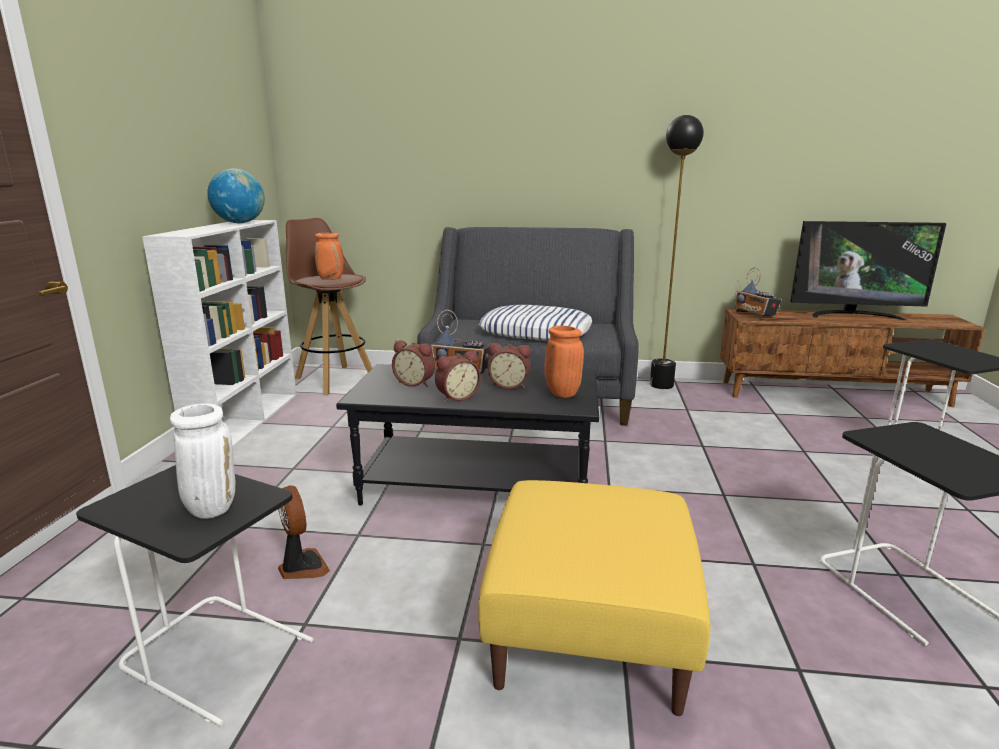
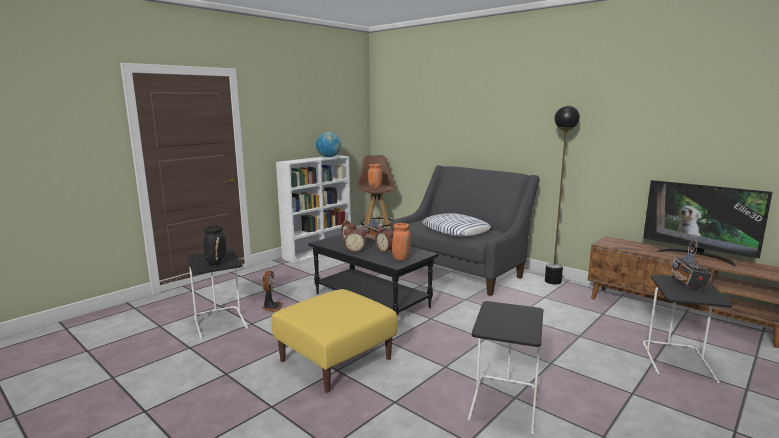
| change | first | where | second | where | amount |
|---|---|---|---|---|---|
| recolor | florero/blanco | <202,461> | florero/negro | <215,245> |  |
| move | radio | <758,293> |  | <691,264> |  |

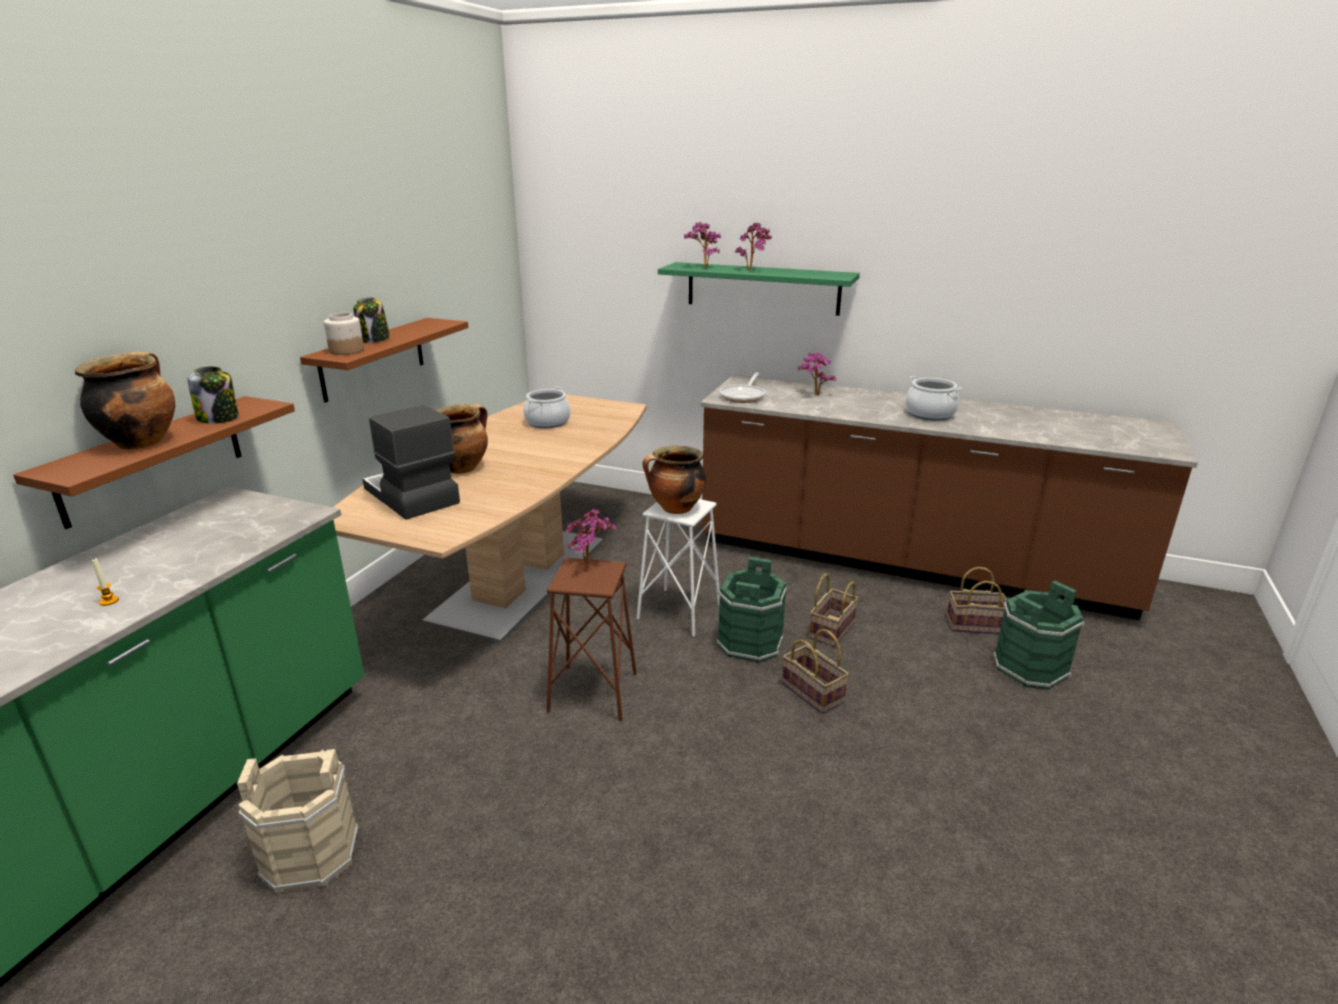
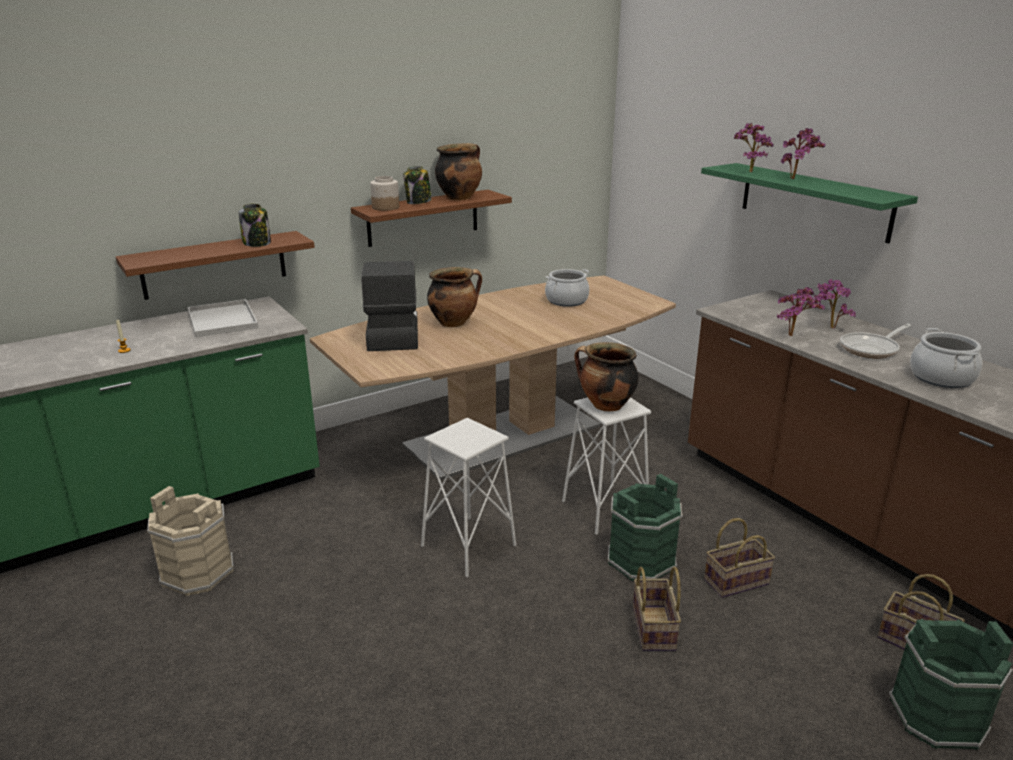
| change | first | where | second | where | amount |
|---|---|---|---|---|---|
| move | olla | <125,400> |  | <458,171> |  |
| recolor | taburete/marrón | <592,639> | taburete/blanco | <468,497> |  |
| move | planta en maceta | <591,536> |  | <801,311> |  |
| move | sartén | <742,387> |  | <875,341> |  |
| insert |  |  | bandeja/blanco | <223,318> |  |

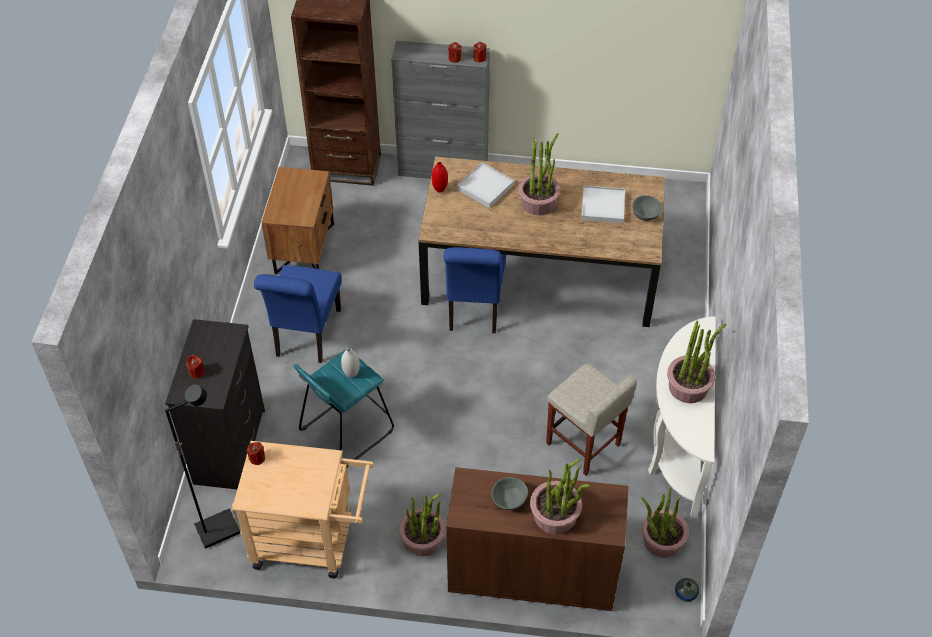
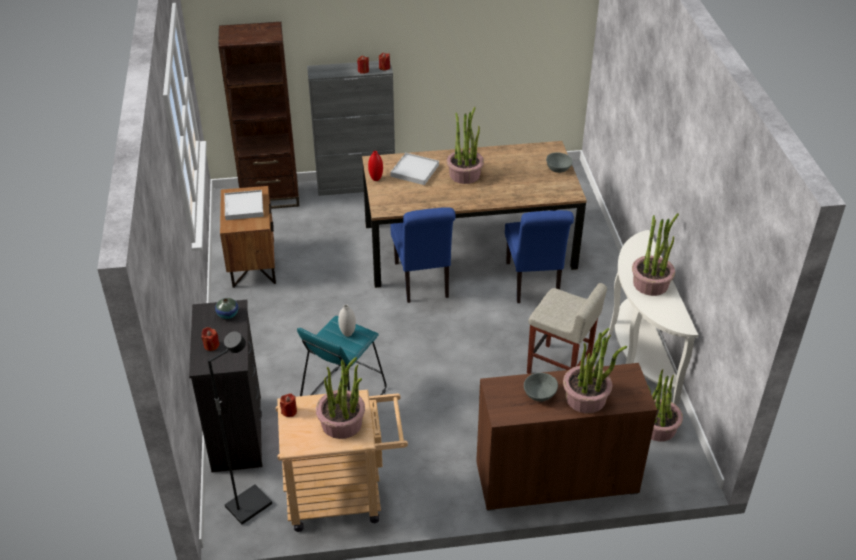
| change | first | where | second | where | amount |
|---|---|---|---|---|---|
| move | silla/azul | <298,314> |  | <539,256> |  |
| move | planta en maceta | <422,525> |  | <340,398> |  |
| move | bandeja/blanco | <603,204> |  | <244,205> |  |
| move | florero | <687,590> |  | <226,308> |  |

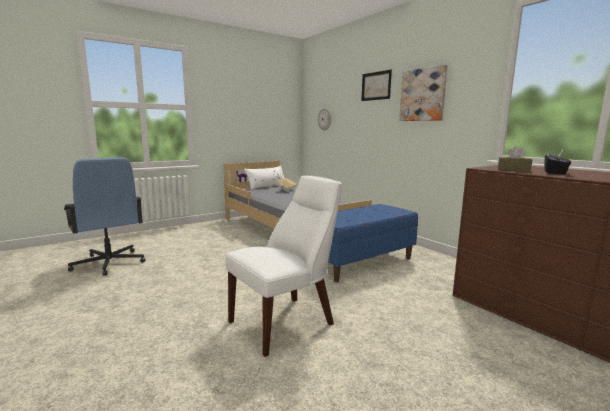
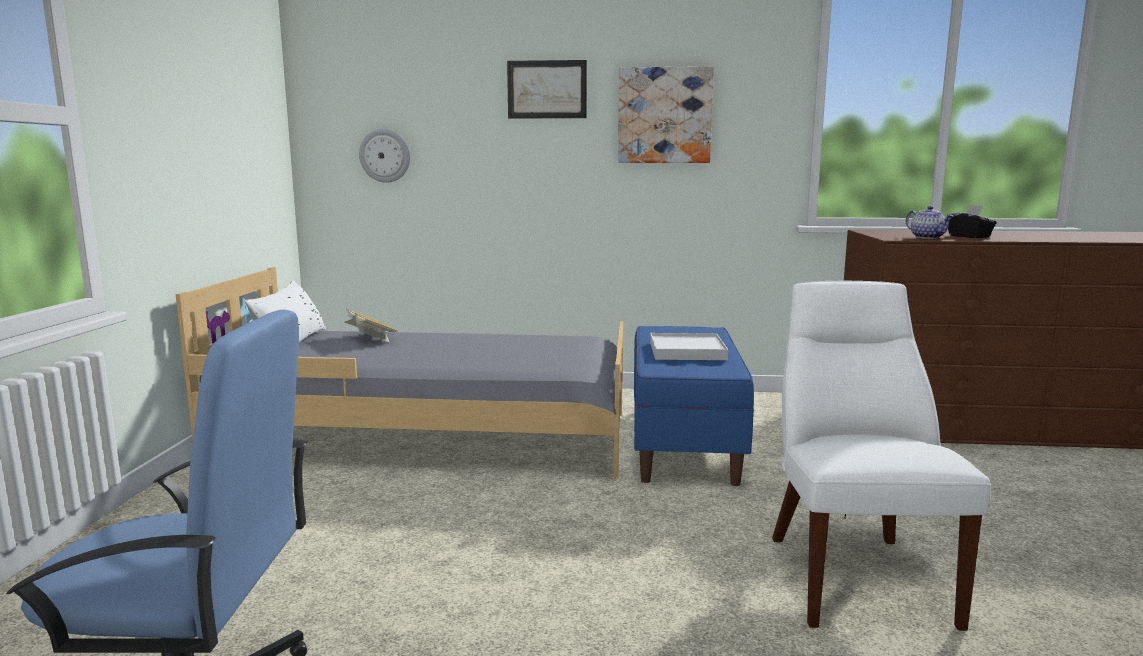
| change | first | where | second | where | amount |
|---|---|---|---|---|---|
| replace | caja de pañuelos/marrón | <515,159> | tetera | <930,222> |  |
| insert |  |  | bandeja/blanco | <689,346> |  |

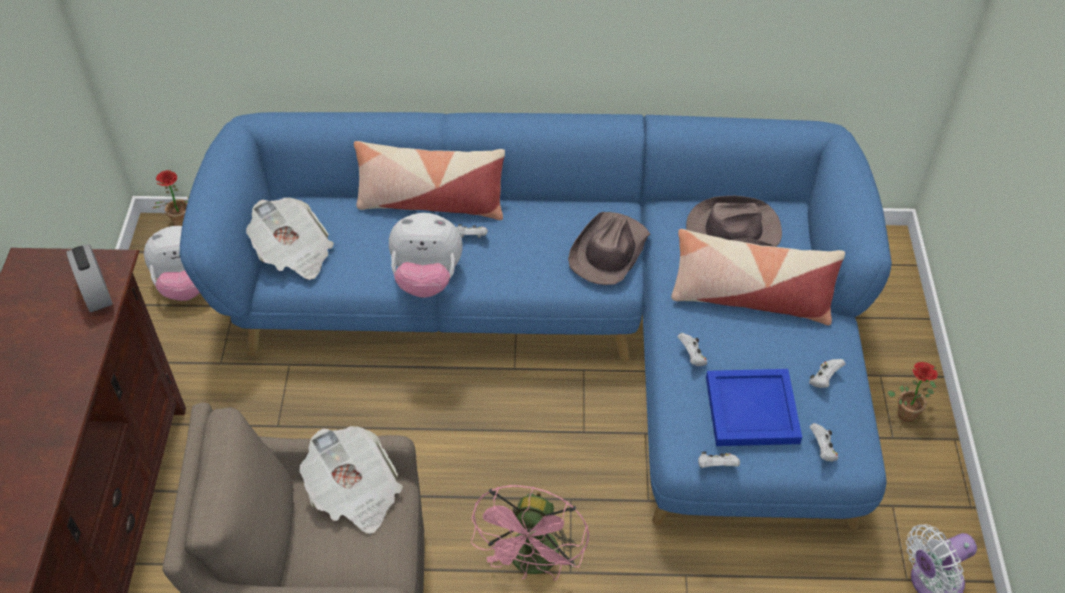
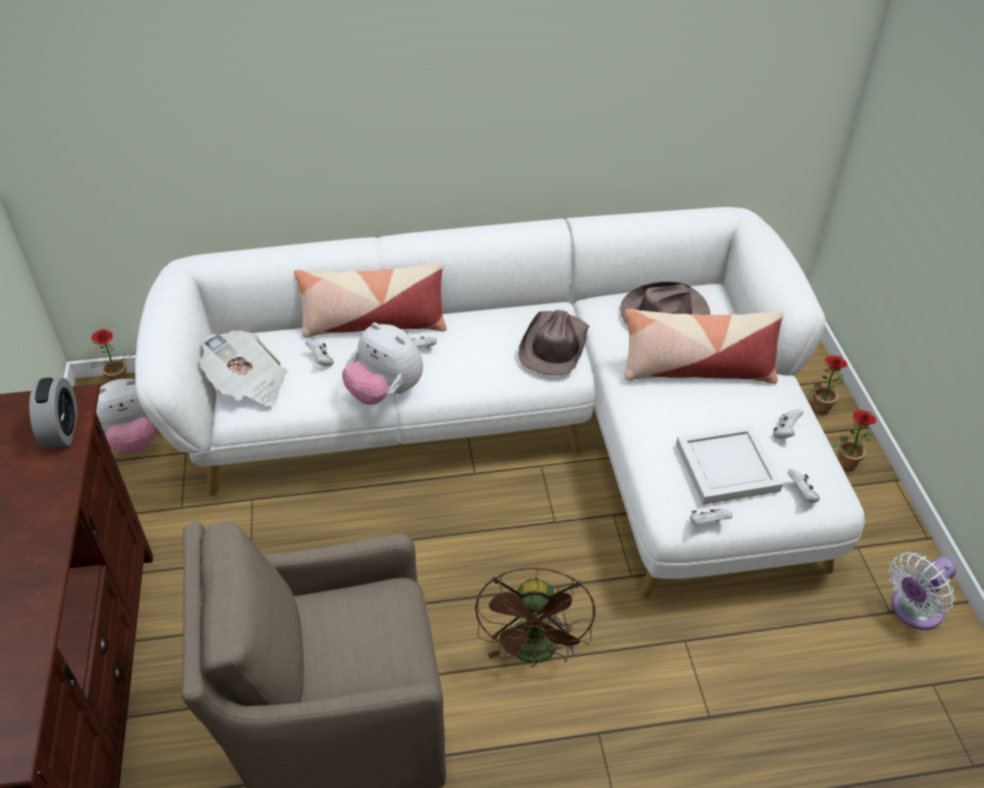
| change | first | where | second | where | amount |
|---|---|---|---|---|---|
| rotate | despertador | <89,278> |  | <53,413> | 150 degrees counterclockwise |
| recolor | sofá/azul | <536,321> | sofá/blanco | <500,402> |  |
| delete | periódico | <351,480> |  |  |  |
| rotate | peluche | <426,255> |  | <382,363> | 45 degrees clockwise |
| recolor | ventilador/rosa | <530,532> | ventilador/marrón | <535,617> |  |
| move | mando de consola/blanco | <692,349> |  | <319,352> |  |
| recolor | bandeja/azul | <754,407> | bandeja/blanco | <729,465> |  |
| insert |  |  | planta en maceta | <826,385> |  |

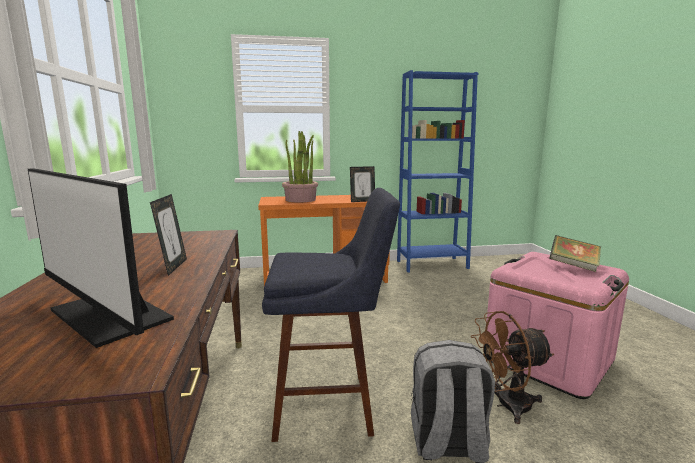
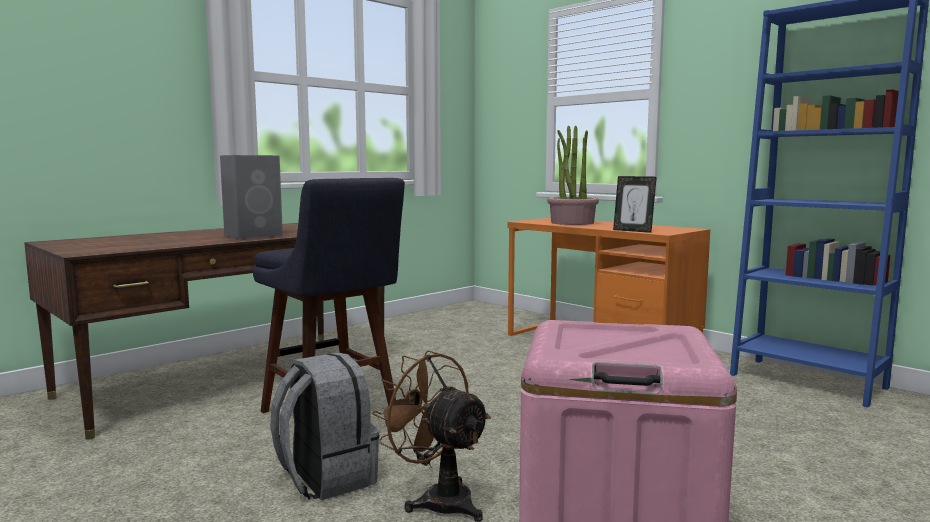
| change | first | where | second | where | amount |
|---|---|---|---|---|---|
| delete | monitor | <101,258> |  |  |  |
| replace | portarretratos | <168,235> | altavoz/gris | <251,197> |  |
| delete | libro | <575,253> |  |  |  |

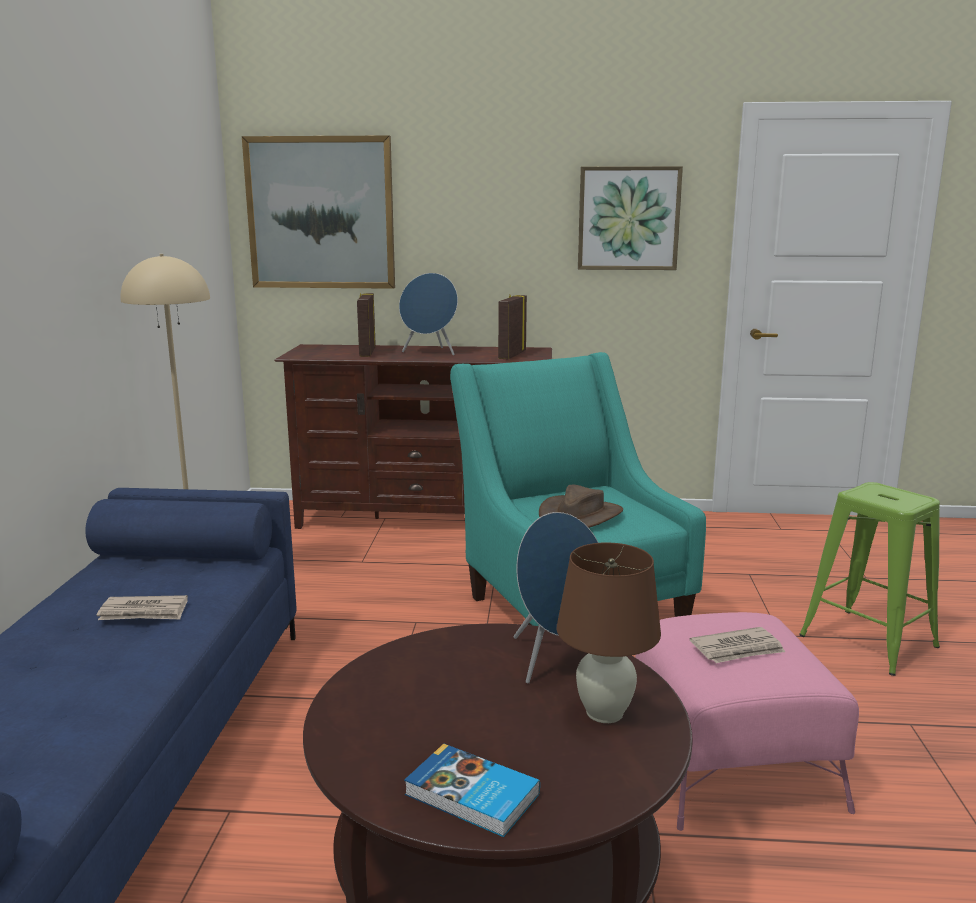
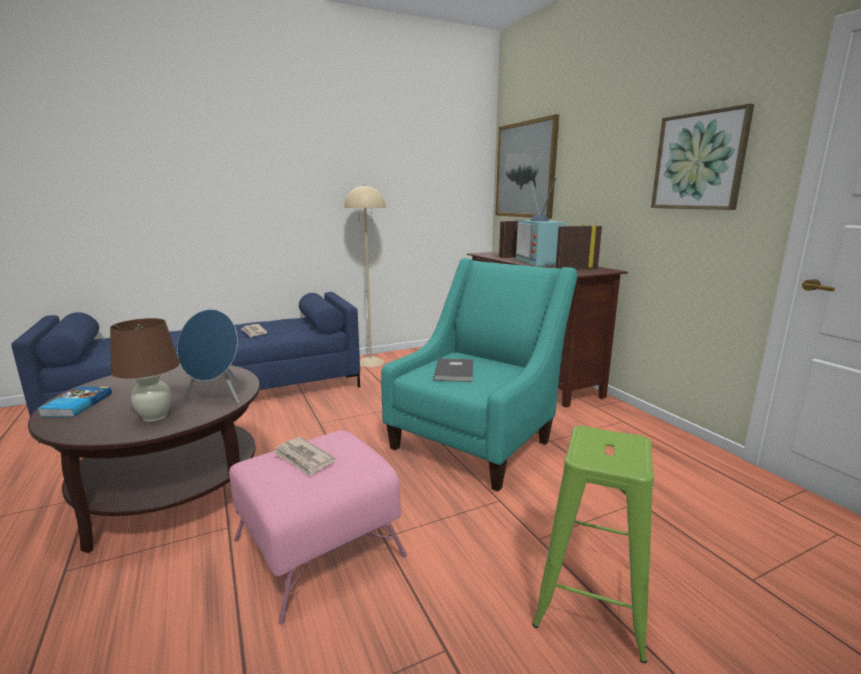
| change | first | where | second | where | amount |
|---|---|---|---|---|---|
| replace | altavoz/azul | <428,314> | televisor | <541,221> |  |
| replace | sombrero/marrón | <581,506> | libro/gris | <453,370> |  |

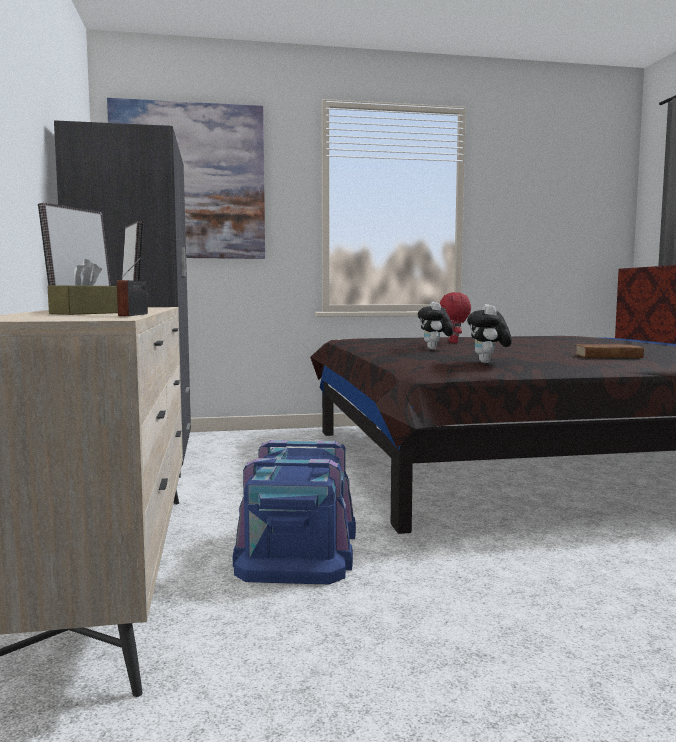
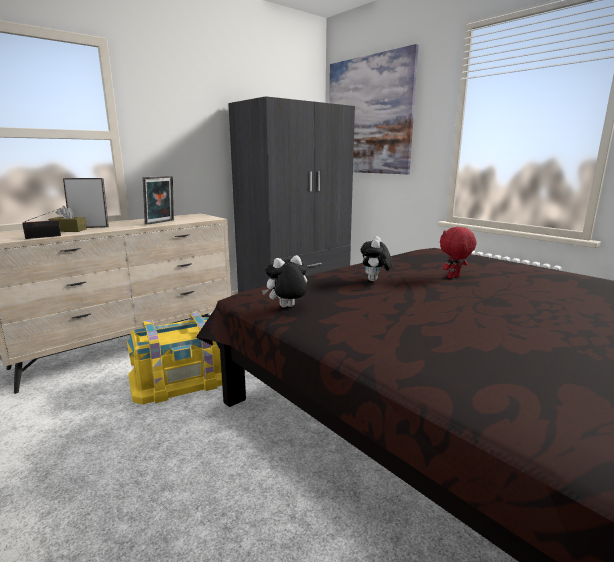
| change | first | where | second | where | amount |
|---|---|---|---|---|---|
| recolor | caja de almacenaje/azul | <294,512> | caja de almacenaje/amarillo | <174,358> |  |
| rotate | peluche | <435,326> |  | <376,258> | 45 degrees counterclockwise |
| delete | libro/marrón | <612,351> |  |  |  |

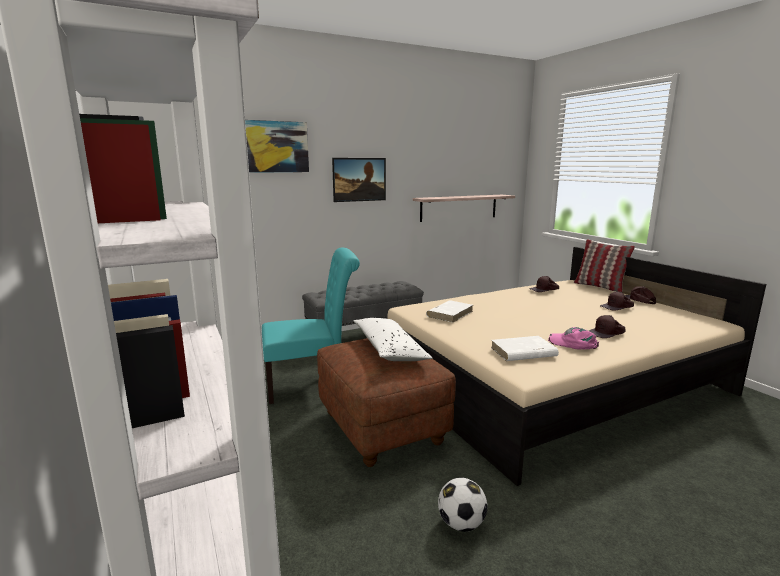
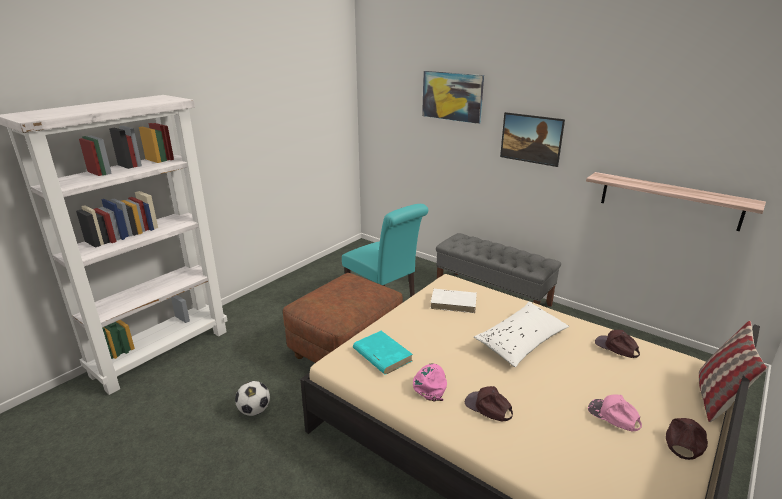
| change | first | where | second | where | amount |
|---|---|---|---|---|---|
| move | cojín/blanco | <393,339> |  | <521,334> |  |
| recolor | libro/blanco | <525,348> | libro/turquesa | <383,353> |  |
| recolor | gorra/marrón | <617,301> | gorra/rosa | <615,413> |  |

